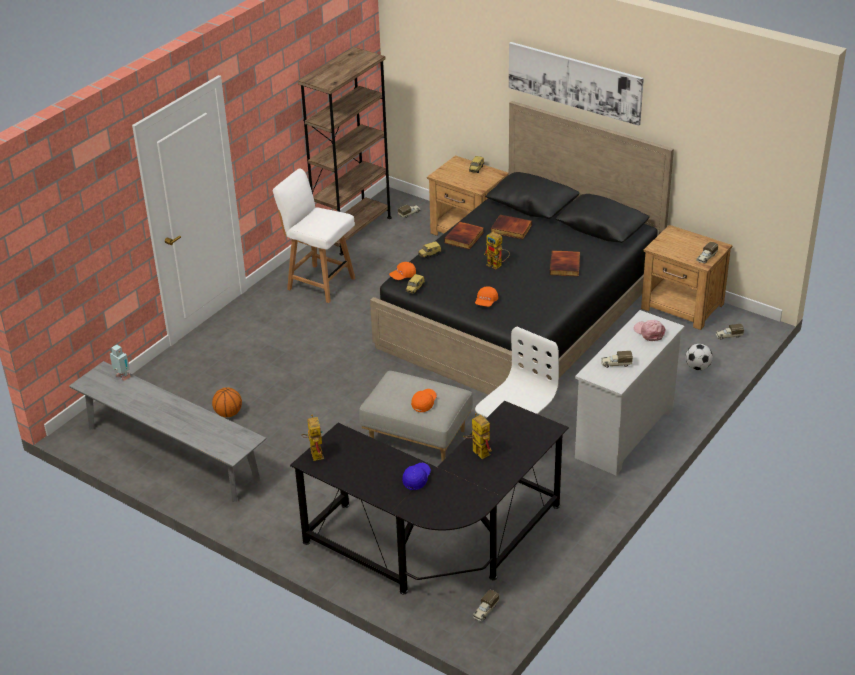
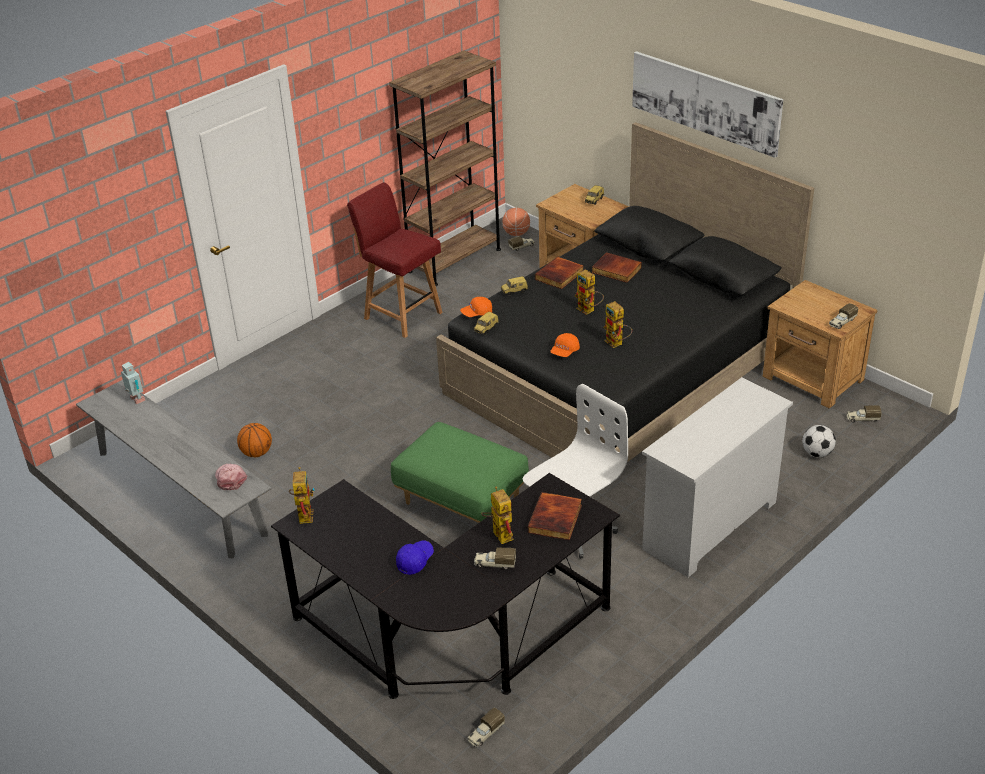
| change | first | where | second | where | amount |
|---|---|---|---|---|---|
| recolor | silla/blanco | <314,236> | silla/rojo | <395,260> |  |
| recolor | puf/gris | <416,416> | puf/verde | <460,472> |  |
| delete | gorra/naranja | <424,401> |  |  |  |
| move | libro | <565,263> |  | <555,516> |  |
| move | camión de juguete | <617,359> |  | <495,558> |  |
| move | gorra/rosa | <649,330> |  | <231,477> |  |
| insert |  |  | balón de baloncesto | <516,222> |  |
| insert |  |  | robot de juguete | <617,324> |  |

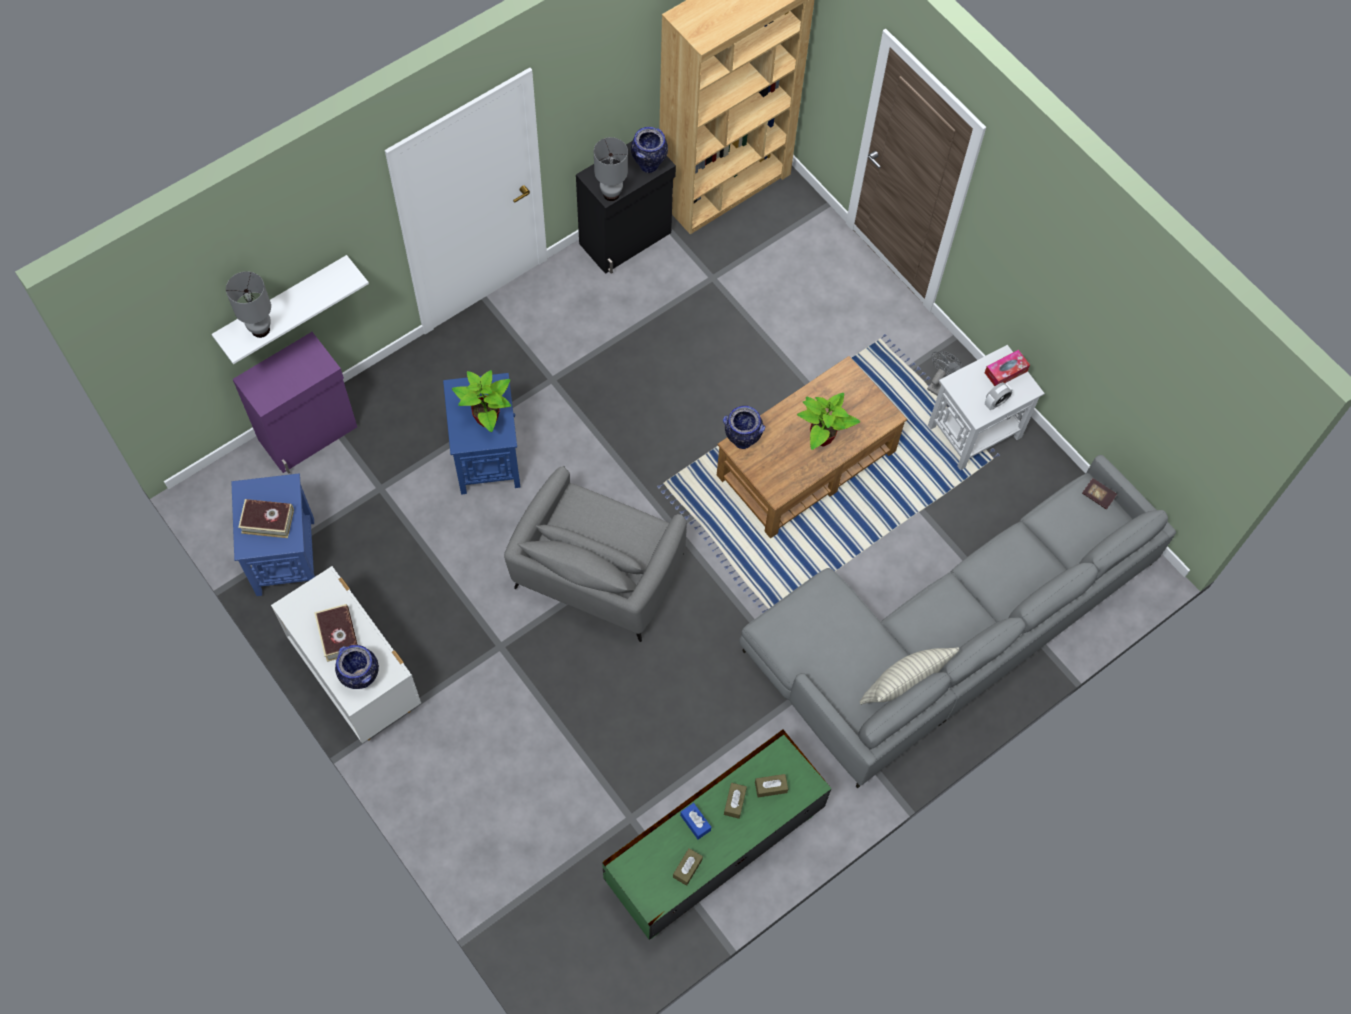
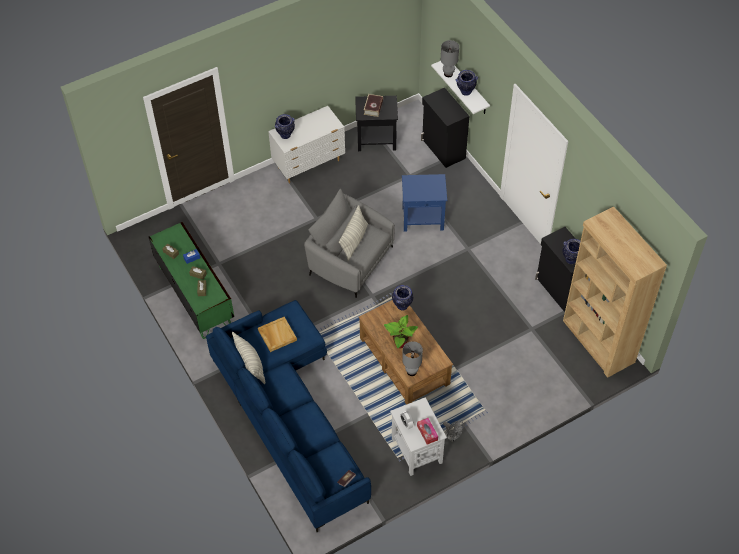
| change | first | where | second | where | amount |
|---|---|---|---|---|---|
| recolor | mesa auxiliar/azul | <273,534> | mesa auxiliar/negro | <376,123> |  |
| recolor | armario/morado | <295,403> | armario/negro | <445,128> |  |
| delete | libro | <336,633> |  |  |  |
| delete | planta en maceta | <481,401> |  |  |  |
| move | lámpara de mesa/gris | <611,169> |  | <412,358> |  |
| recolor | sofá/gris | <957,622> | sofá/azul | <288,416> |  |
| insert |  |  | bandeja/beis | <277,334> |  |
| insert |  |  | cojín | <353,233> |  |
| insert |  |  | florero | <467,83> |  |

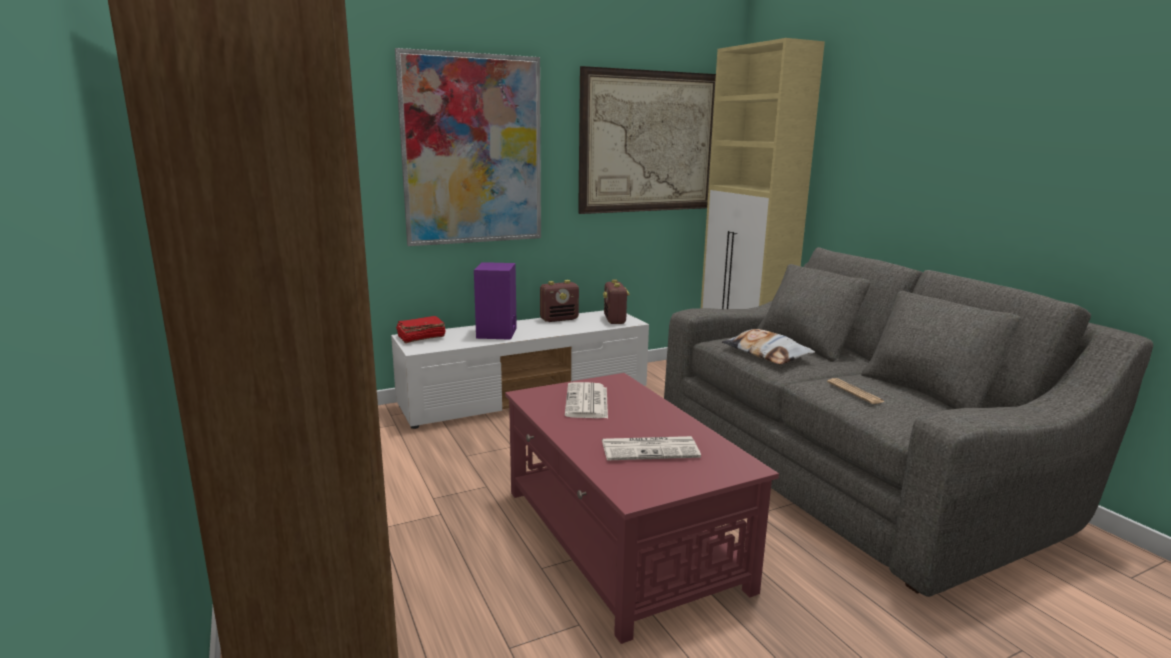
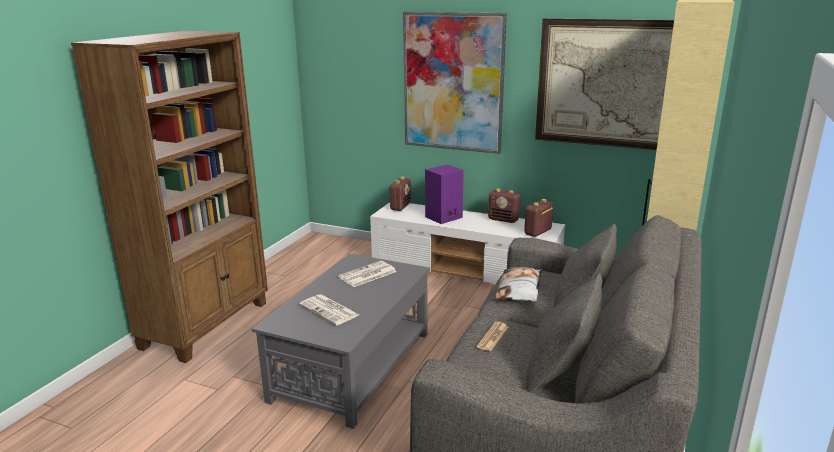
| change | first | where | second | where | amount |
|---|---|---|---|---|---|
| replace | libro/rojo | <421,329> | radio | <400,194> |  |
| recolor | mesa de centro/rojo | <642,508> | mesa de centro/gris | <341,341> |  |

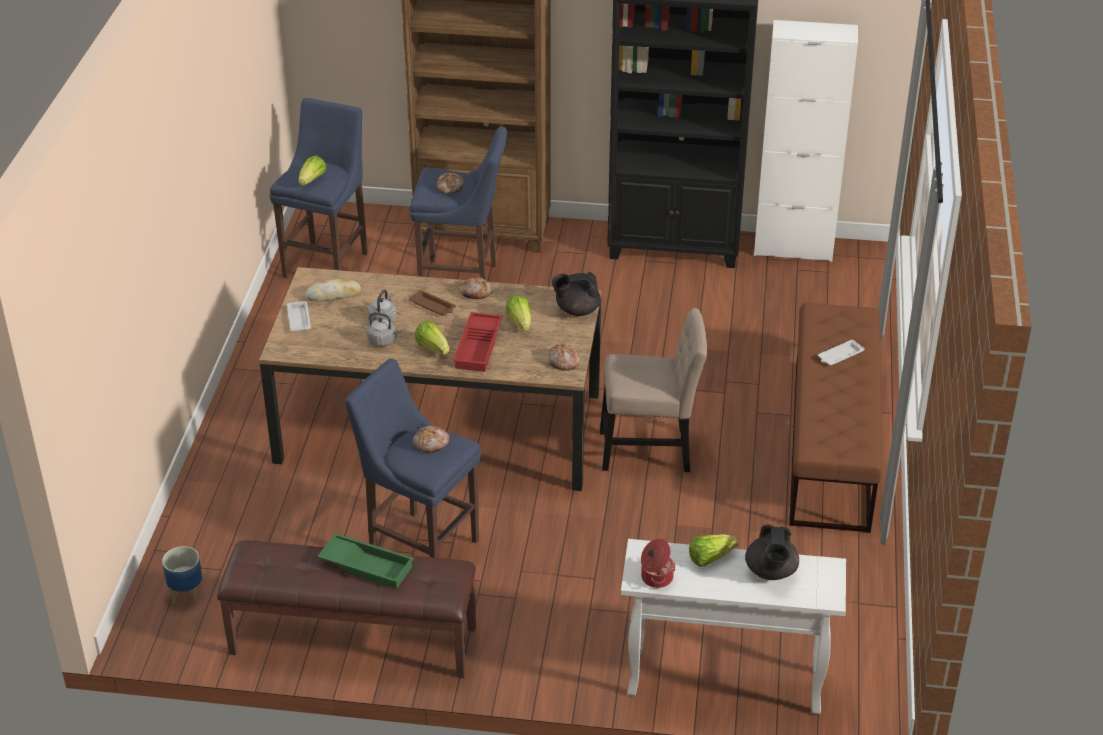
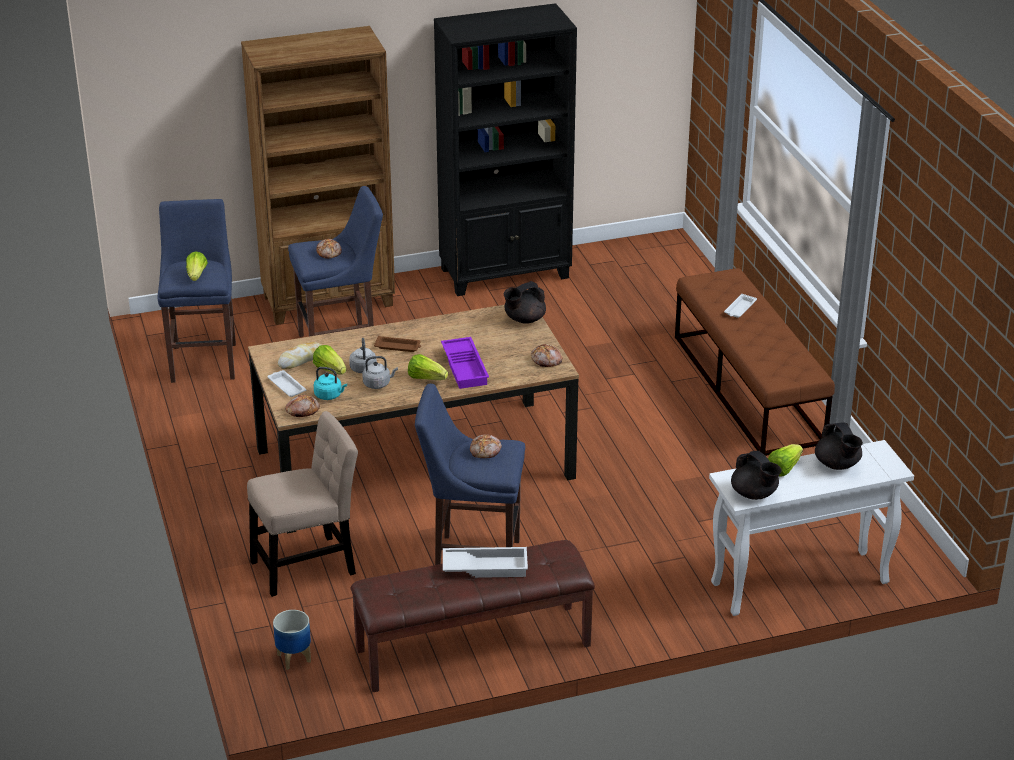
| change | first | where | second | where | amount |
|---|---|---|---|---|---|
| recolor | bandeja/verde | <365,561> | bandeja/blanco | <485,562> |  |
| recolor | bandeja/rojo | <478,342> | bandeja/morado | <465,363> |  |
| move | pan | <476,288> |  | <302,406> |  |
| move | lechuga | <518,313> |  | <330,359> |  |
| move | silla/beis | <653,390> |  | <302,504> |  |
| replace | olla | <658,563> | tetera/negro | <756,475> |  |
| delete | armario/blanco | <806,141> |  |  |  |
| insert |  |  | hervidor/turquesa | <330,383> |  |

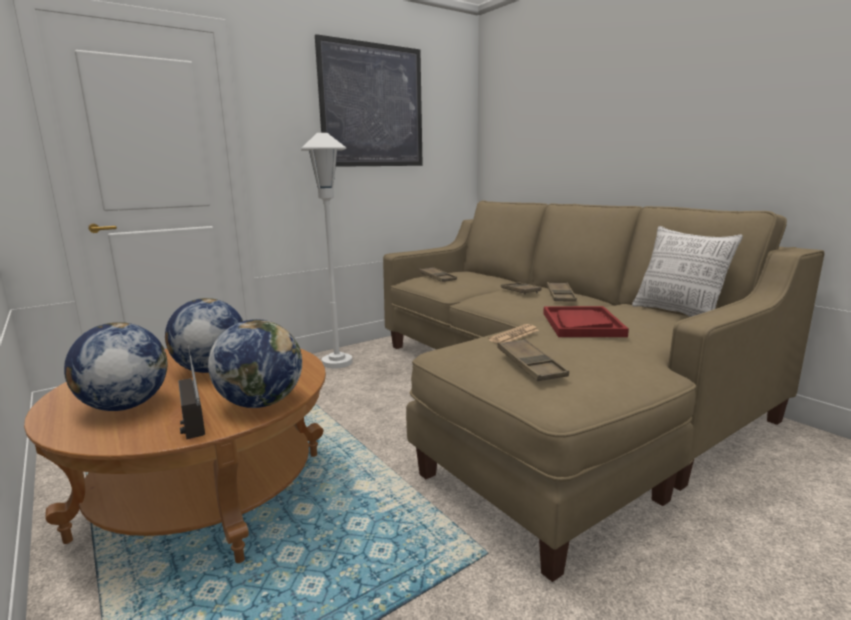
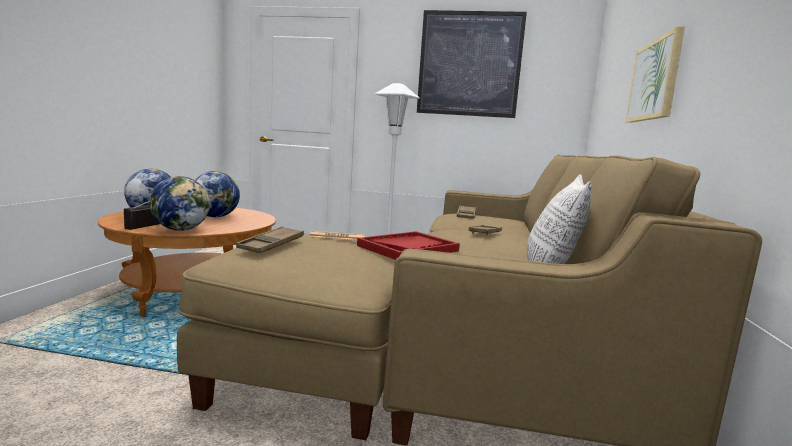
| change | first | where | second | where | amount |
|---|---|---|---|---|---|
| delete | bandeja/marrón | <562,292> |  |  |  |
| insert |  |  | cuadro | <655,75> |  |

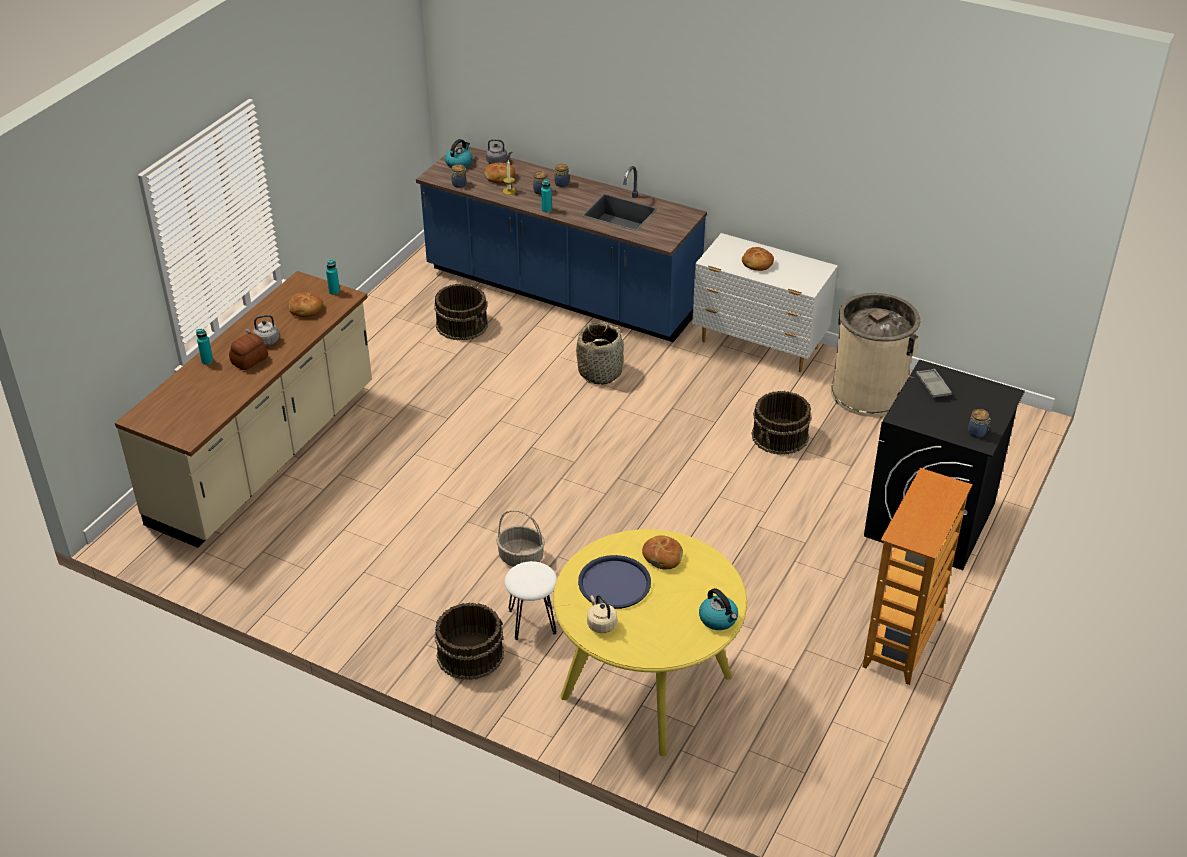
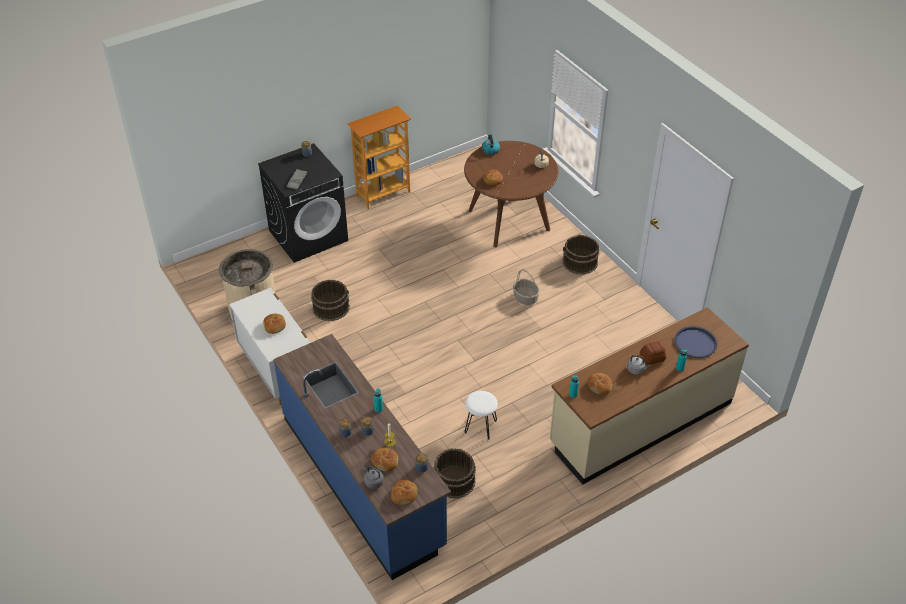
| change | first | where | second | where | amount |
|---|---|---|---|---|---|
| replace | hervidor | <459,153> | pan | <404,492> |  |
| move | taburete/blanco | <531,600> |  | <481,415> |  |
| recolor | mesa de comedor/amarillo | <650,642> | mesa de comedor/marrón | <511,194> |  |
| delete | cesta | <599,353> |  |  |  |
| move | bandeja/azul | <614,582> |  | <696,342> |  |

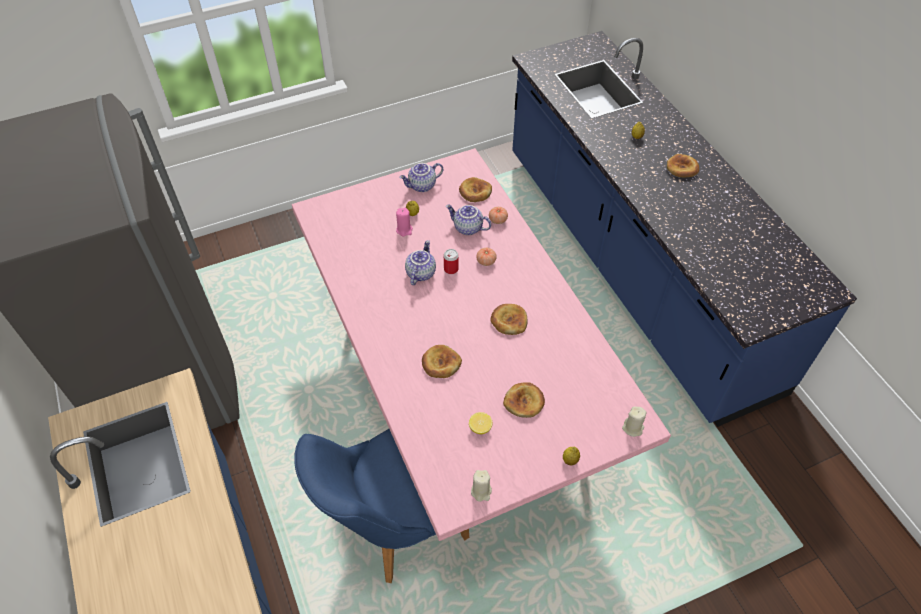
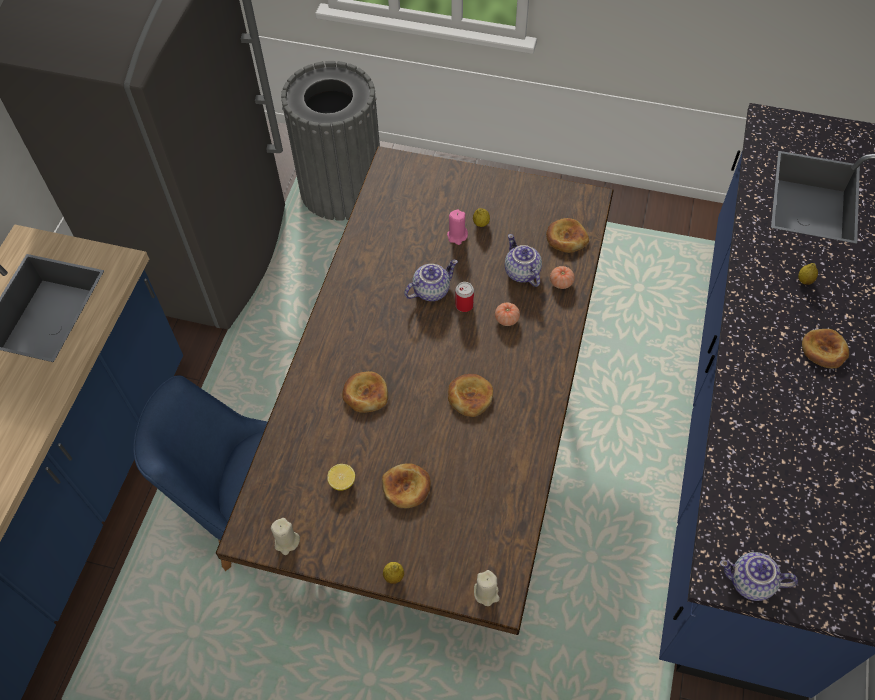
| change | first | where | second | where | amount |
|---|---|---|---|---|---|
| recolor | mesa de comedor/rosa | <481,344> | mesa de comedor/marrón | <415,390> |  |
| move | tetera | <421,177> |  | <759,576> |  |
| insert |  |  | papelera/gris | <330,140> |  |

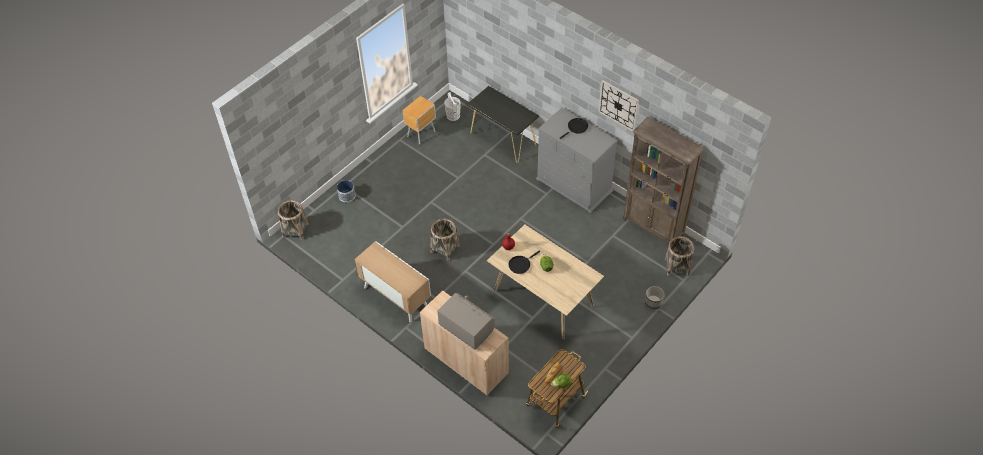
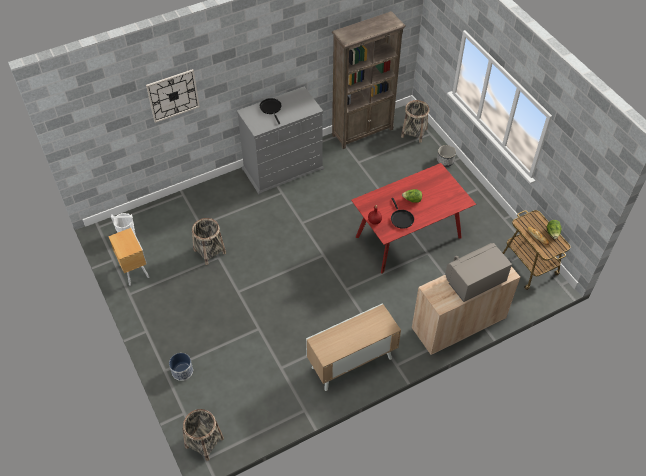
| change | first | where | second | where | amount |
|---|---|---|---|---|---|
| move | cesta | <445,239> |  | <209,241> |  |
| delete | mesa consola/negro | <503,124> |  |  |  |
| recolor | mesa de comedor/beis | <545,281> | mesa de comedor/rojo | <413,218> |  |
| move | reloj de pared | <619,105> |  | <173,96> |  |

